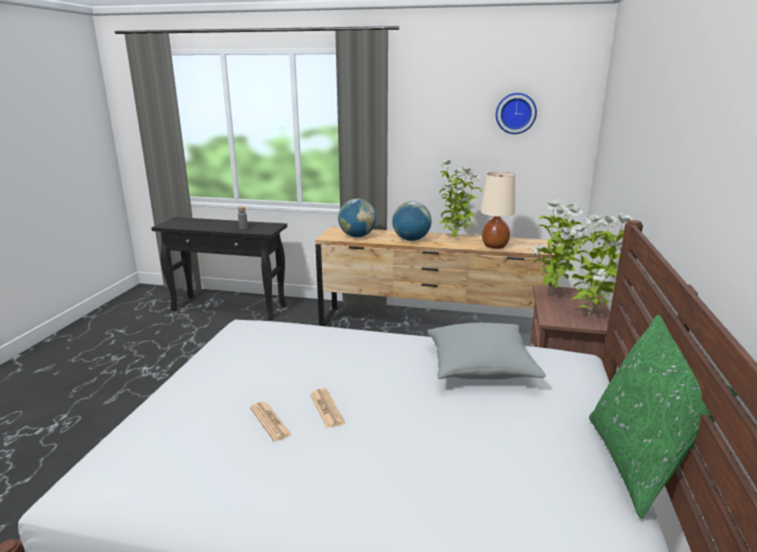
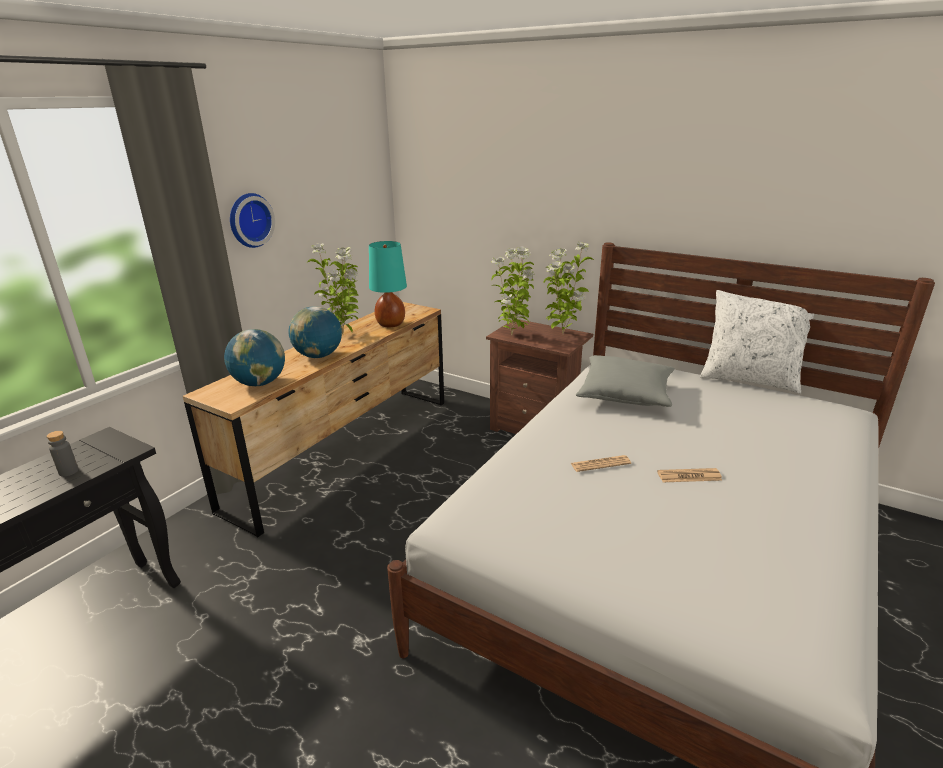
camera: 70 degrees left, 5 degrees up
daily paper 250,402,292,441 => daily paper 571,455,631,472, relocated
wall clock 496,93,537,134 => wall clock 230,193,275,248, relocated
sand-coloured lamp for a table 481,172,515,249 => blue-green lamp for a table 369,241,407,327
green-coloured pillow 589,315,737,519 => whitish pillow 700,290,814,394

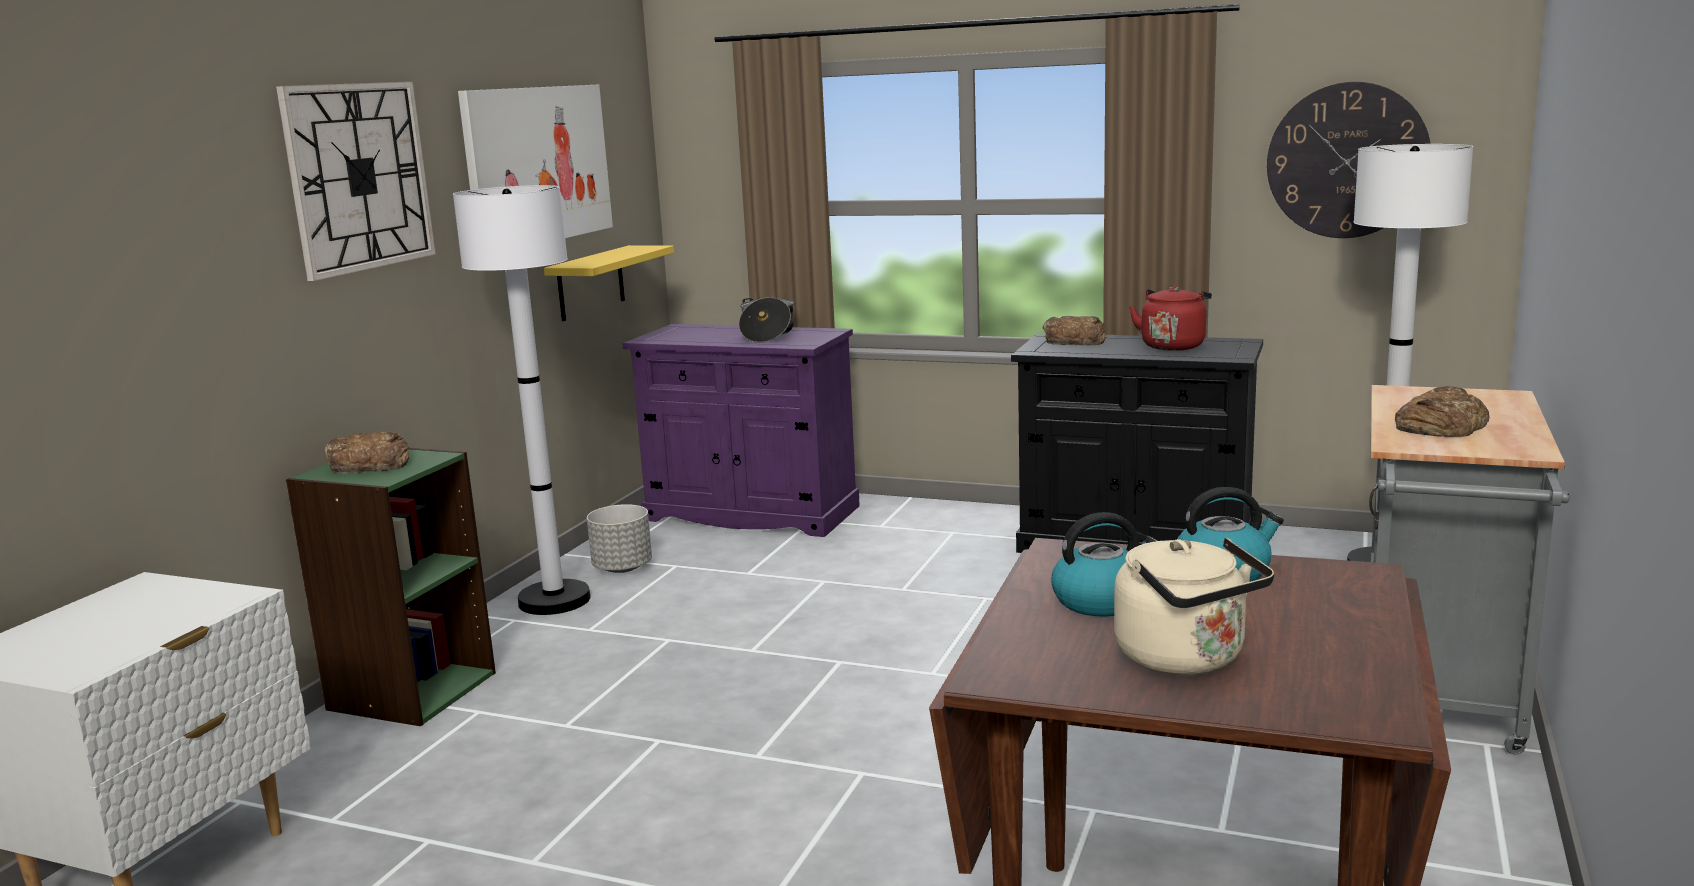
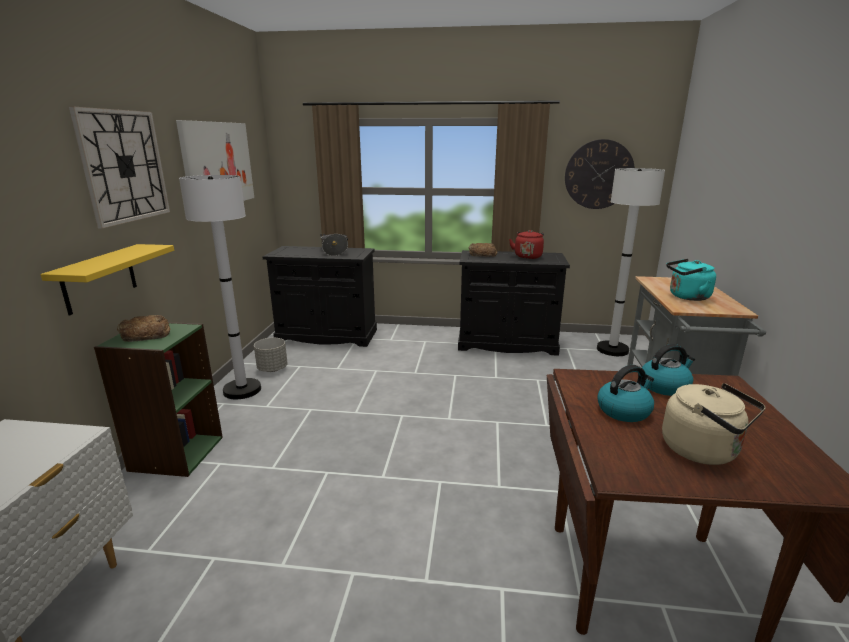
camera: 15 degrees left, 5 degrees up
yellowish wall shelf 544,245,674,321 => yellowish wall shelf 40,244,174,315, relocated
baked bread 1395,386,1489,437 => blue-green tea kettle 666,259,716,301
purplish cupboard 622,324,860,537 => black-coloured cupboard 263,246,377,347

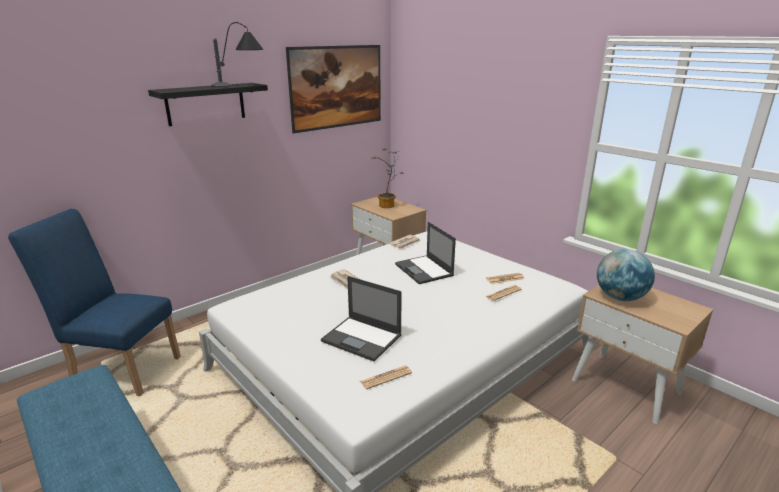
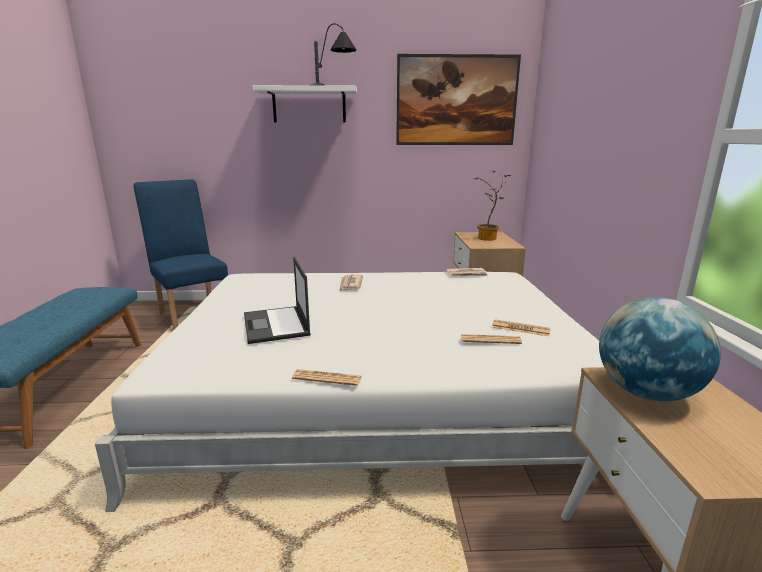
camera: 40 degrees right, 5 degrees down
laptop 395,222,456,284 => nothing
daily paper 360,365,412,389 => daily paper 292,369,362,386, relocated
black-coloured wall shelf 148,83,268,126 => whitish wall shelf 253,85,357,123

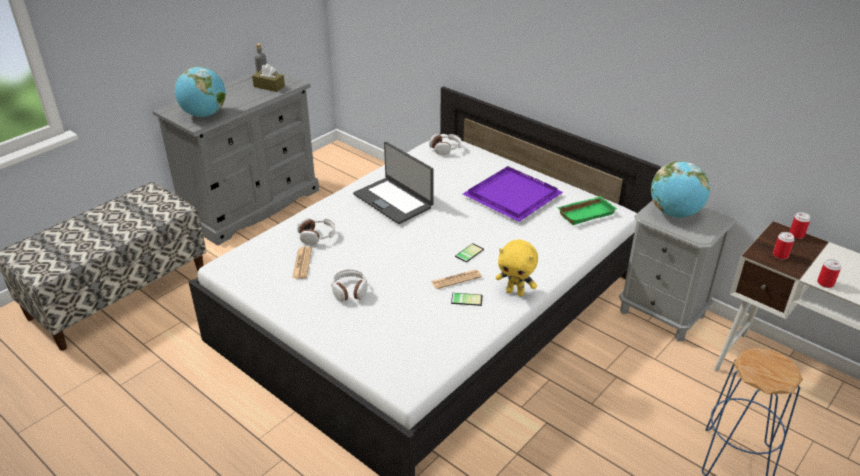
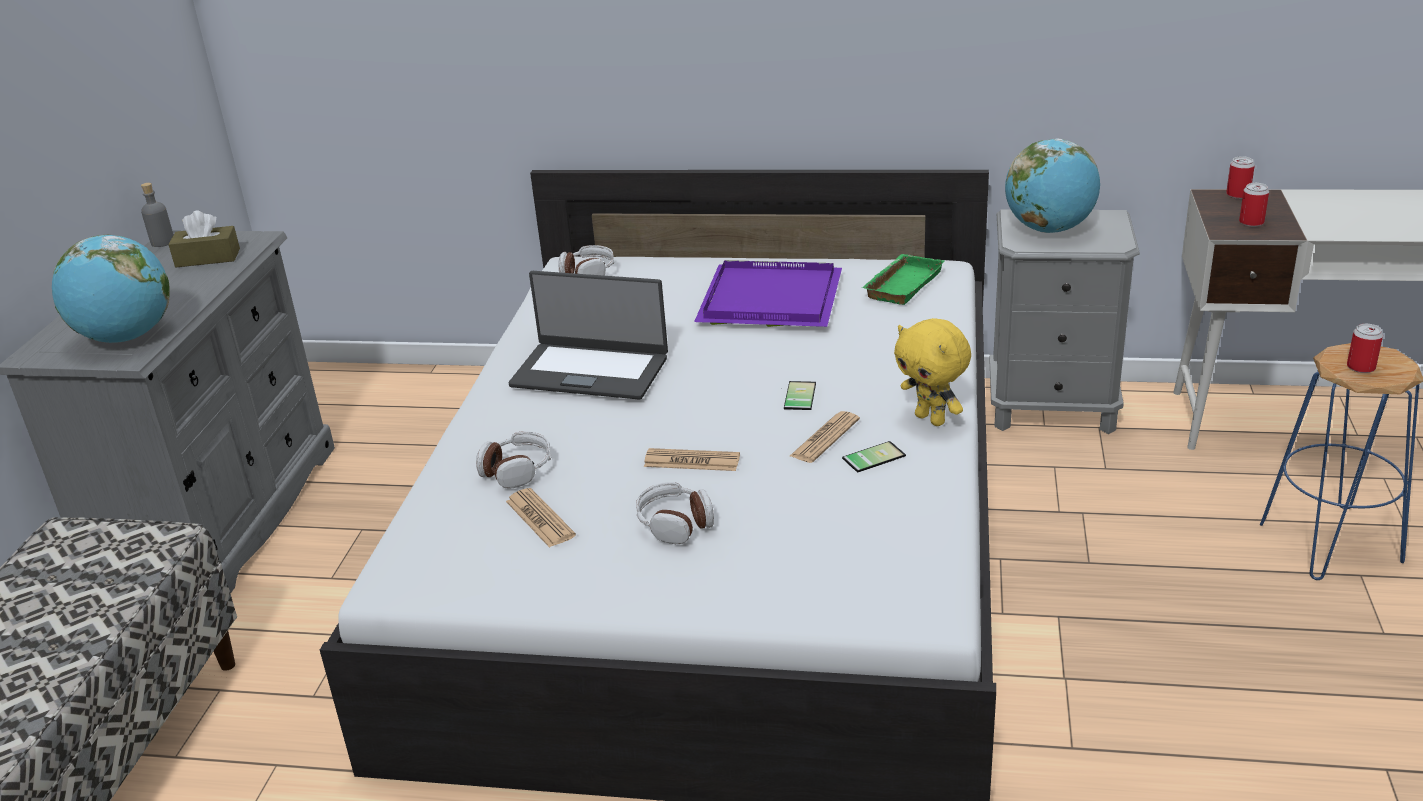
camera: 30 degrees left, 5 degrees down
nothing => daily paper 644,448,740,471
can 817,259,841,288 => can 1347,324,1383,373, relocated
yellowish plush toy 495,240,538,296 => yellowish plush toy 894,318,971,426, 60 degrees clockwise

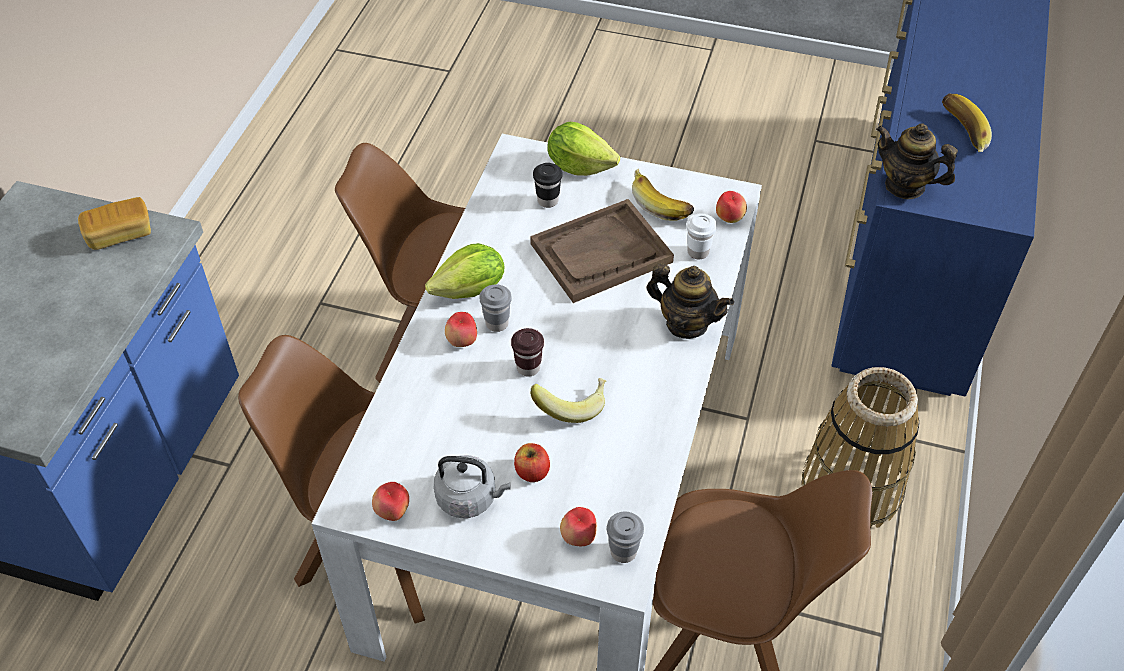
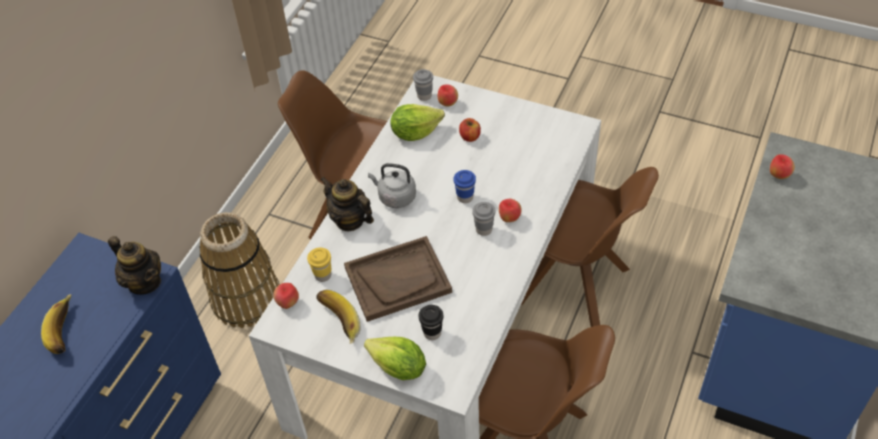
camera: 170 degrees left, 0 degrees up
baked bread 78,197,151,250 => nothing
banana 531,378,606,423 => nothing
apple fruit 372,482,409,521 => apple fruit 770,154,795,179, relocated
head of lettuce 425,243,504,299 => head of lettuce 390,104,445,141, relocated
gray tea kettle 434,455,510,518 => gray tea kettle 368,163,416,208, relocated
brown small cup 511,328,544,377 => blue-coloured small cup 453,170,476,203
whitish small cup 686,214,717,259 => yellowish small cup 307,248,331,282

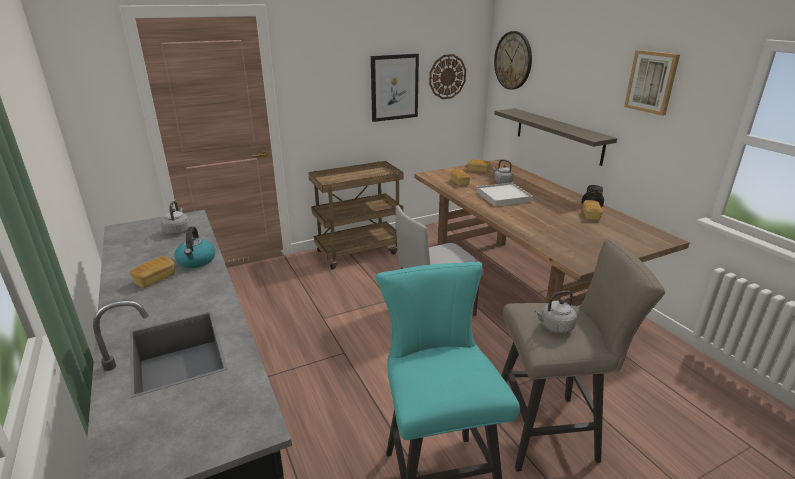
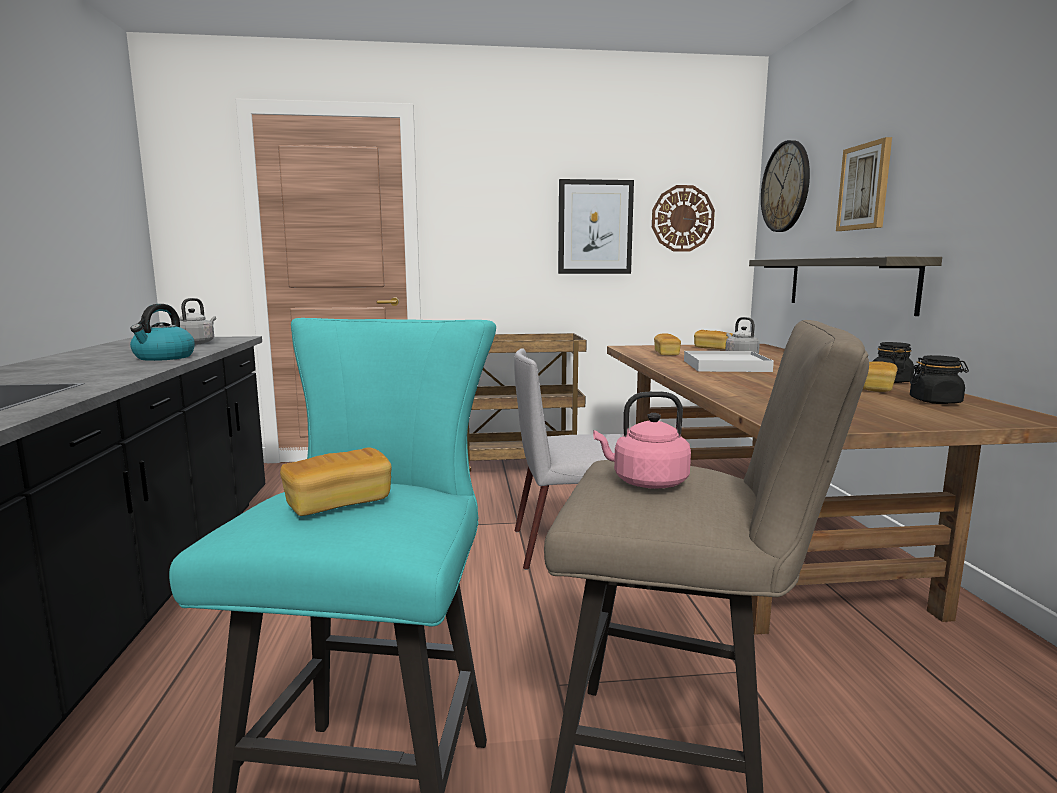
camera: 20 degrees right, 15 degrees down
nothing => black-coloured preserve jar 910,355,969,404
baked bread 130,256,175,288 => baked bread 280,447,392,516, relocated
picture 624,50,680,116 => picture 836,137,892,231, relocated
gray tea kettle 535,290,577,333 => pink tea kettle 593,391,691,489

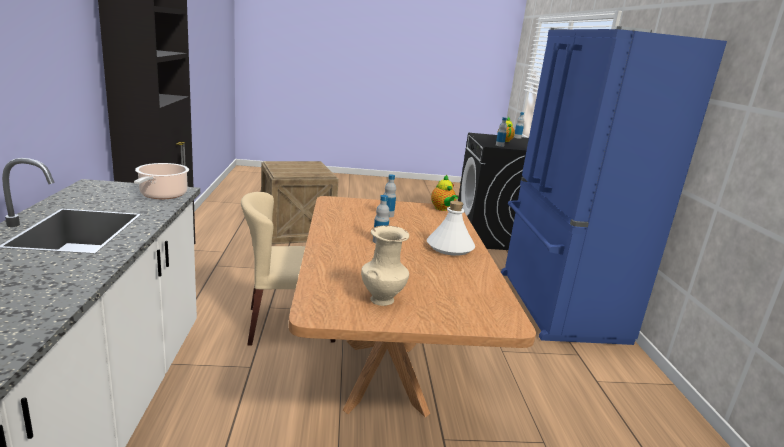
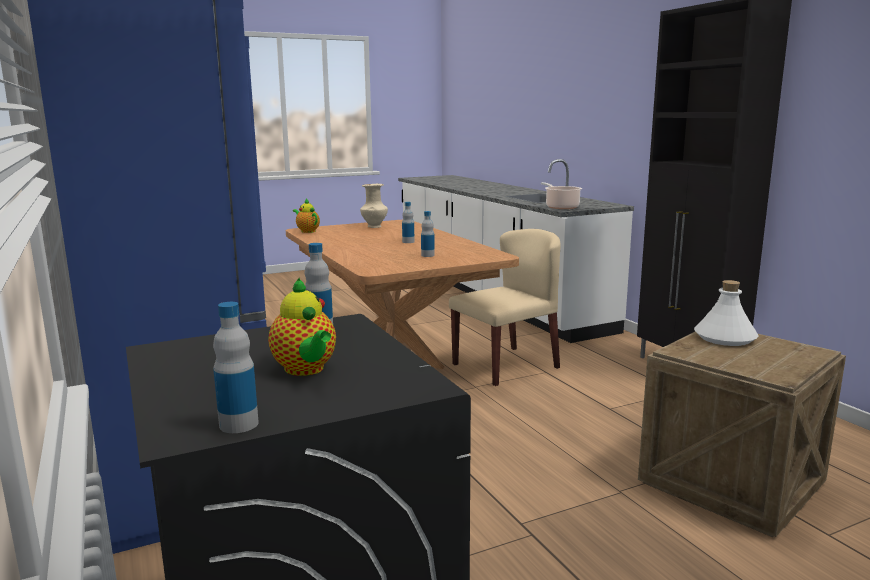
camera: 160 degrees right, 5 degrees down
whitish beverage bottle 427,201,475,256 => whitish beverage bottle 694,280,758,346, relocated
teapot 431,175,458,211 => teapot 293,198,320,233, relocated

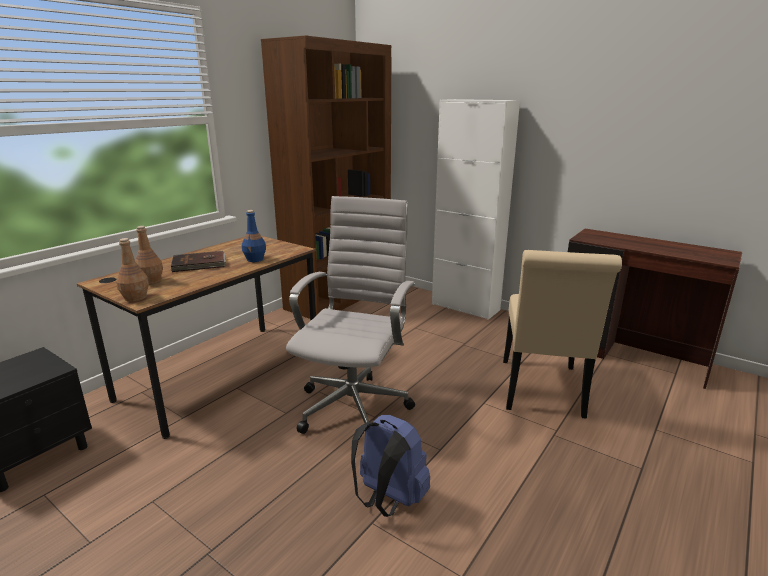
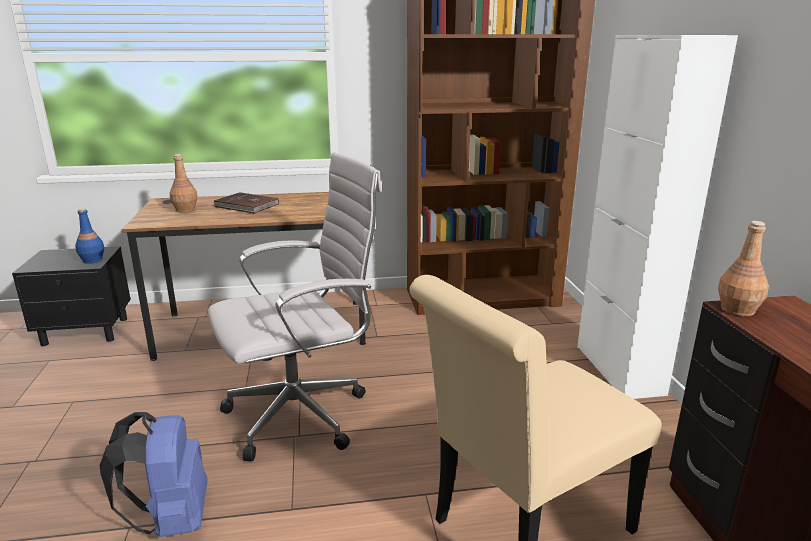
camera: 45 degrees right, 0 degrees up
brown beverage bottle 116,238,149,302 => brown beverage bottle 718,221,769,317, relocated
blue-coloured beverage bottle 242,210,266,262 => blue-coloured beverage bottle 75,208,104,264, relocated

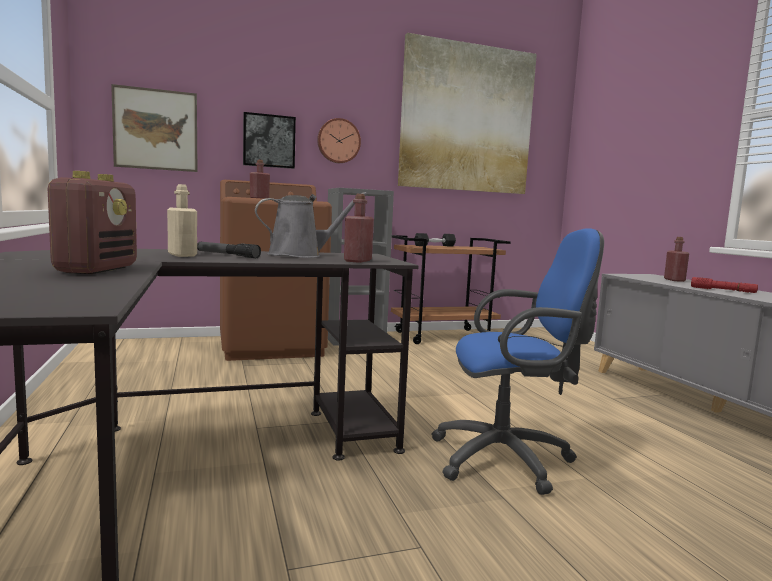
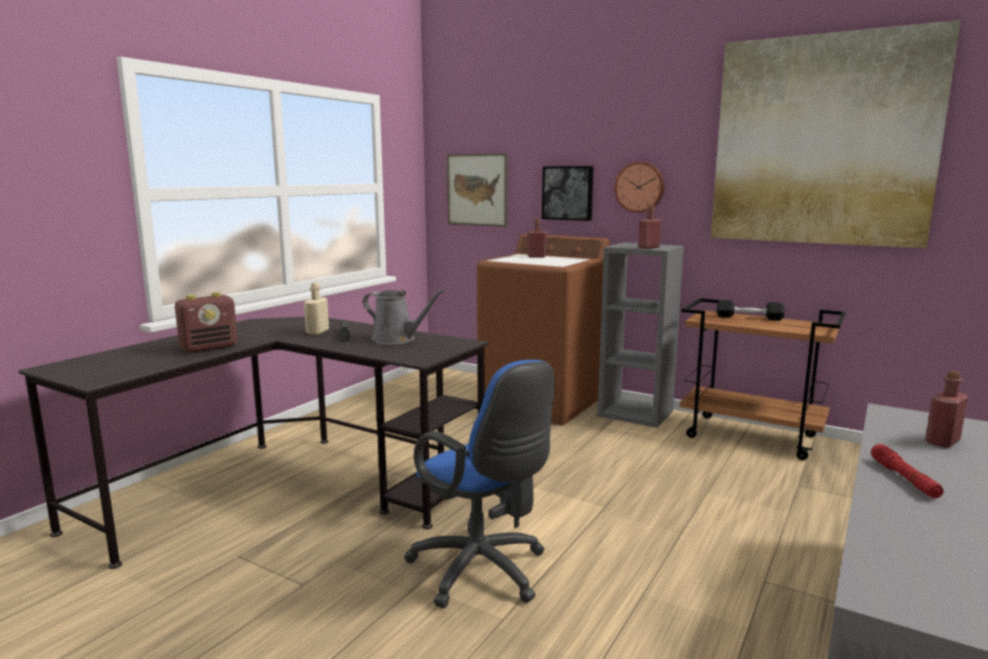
camera: 50 degrees right, 5 degrees up
red-coloured beverage bottle 344,194,374,263 => red-coloured beverage bottle 639,205,662,249, relocated

